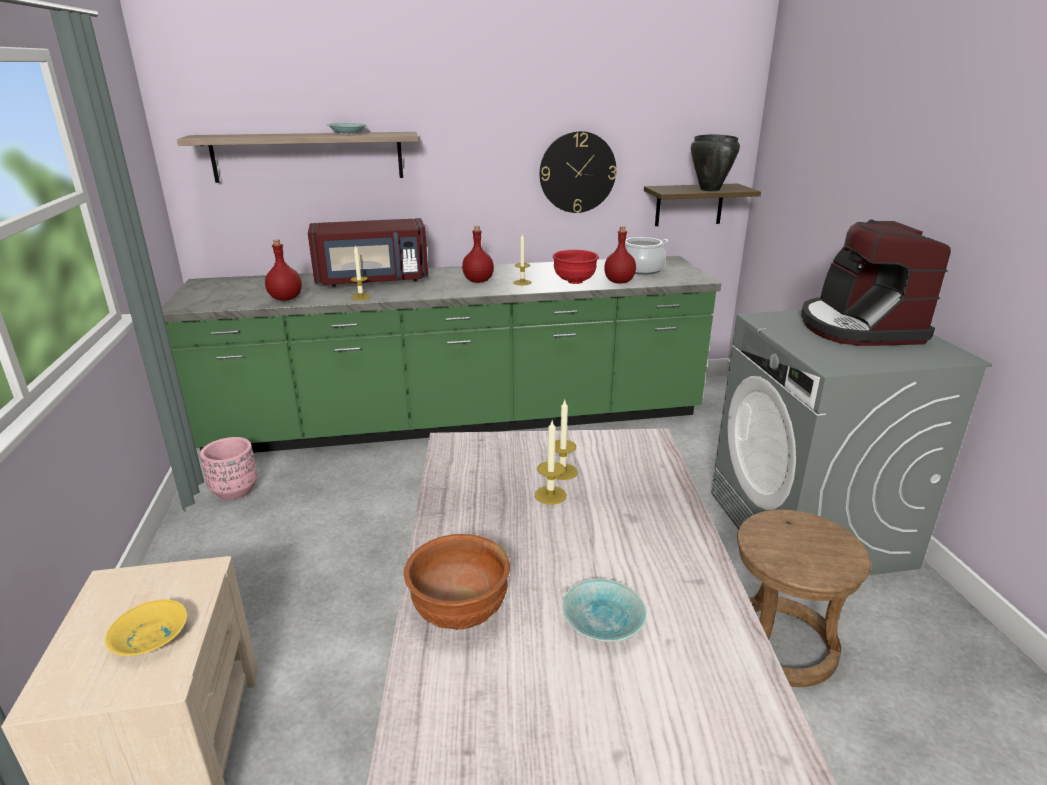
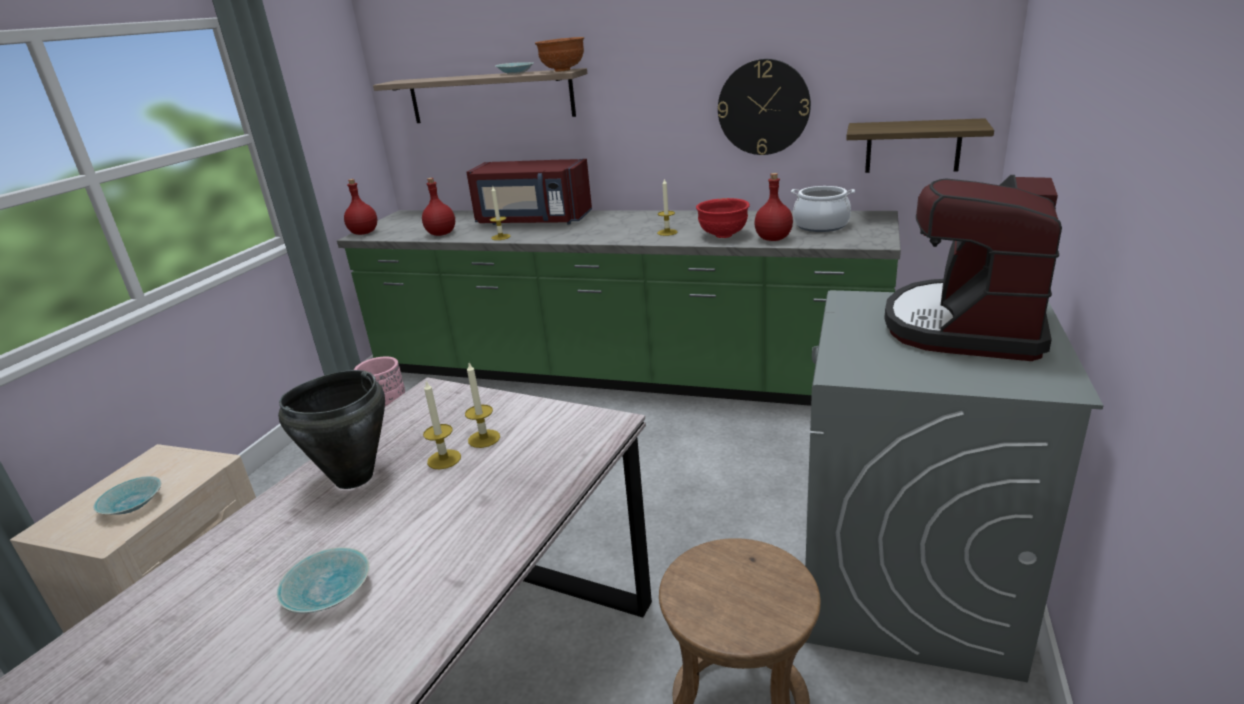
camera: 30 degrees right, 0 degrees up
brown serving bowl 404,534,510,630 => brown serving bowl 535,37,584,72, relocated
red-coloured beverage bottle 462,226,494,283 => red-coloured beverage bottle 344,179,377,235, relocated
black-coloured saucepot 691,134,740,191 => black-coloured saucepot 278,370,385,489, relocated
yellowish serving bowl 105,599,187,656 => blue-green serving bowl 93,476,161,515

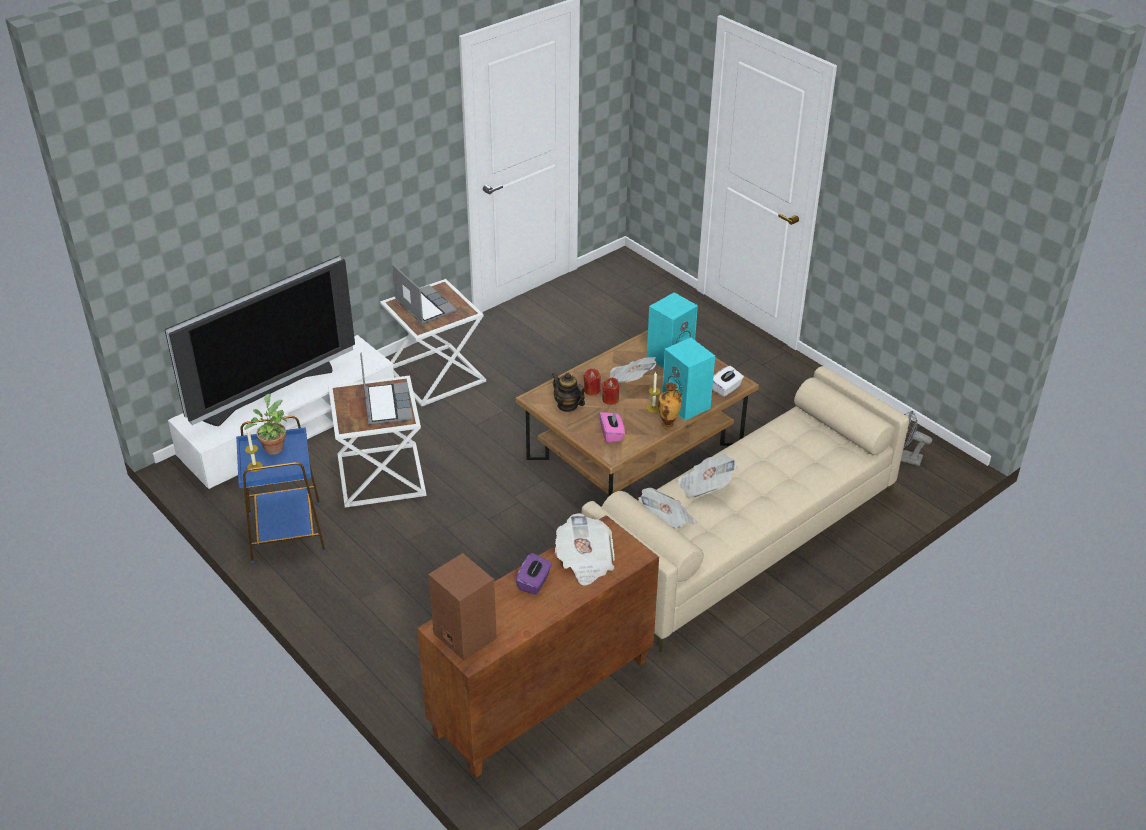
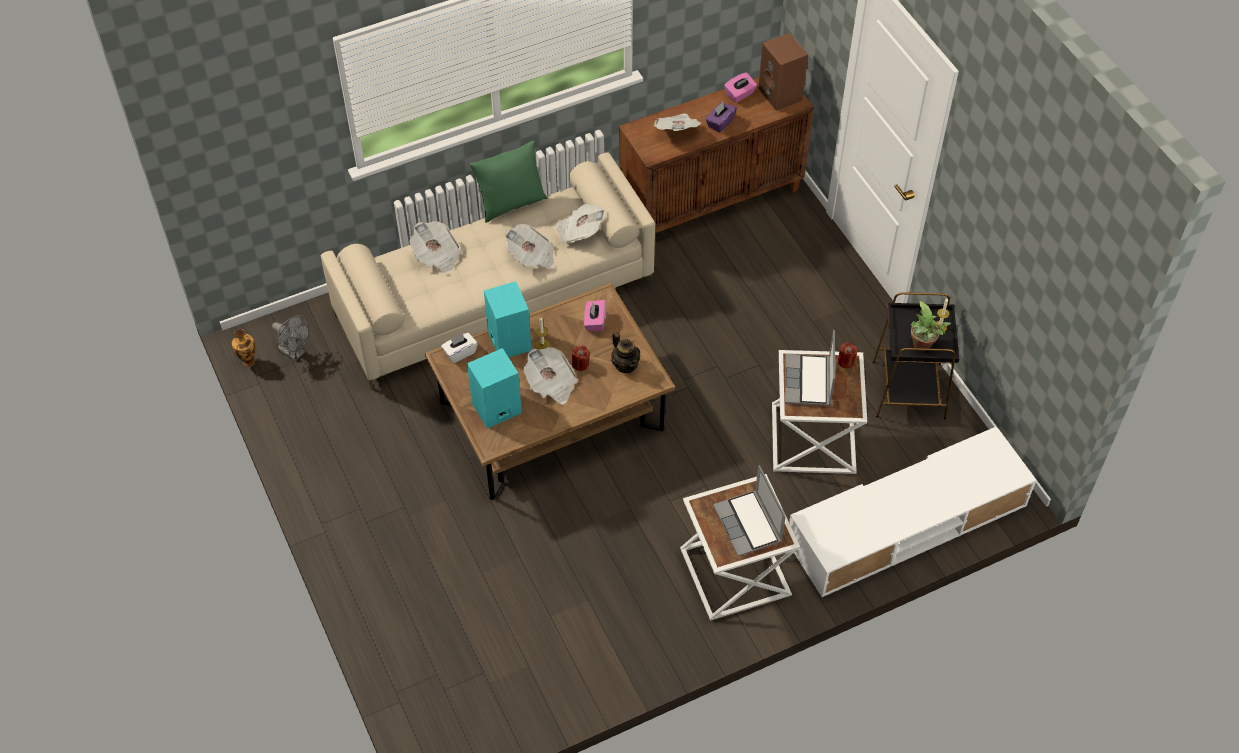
camera: 165 degrees left, 15 degrees up
TV 165,256,355,426 => nothing
nothing => daily paper 409,221,462,274
nothing => green-coloured pillow 470,141,547,223
nothing => pink tissue holder 724,72,757,103
red-coloured candle 583,368,601,395 => red-coloured candle 838,342,857,368, relocated
vase 658,383,682,429 => vase 232,329,255,367, relocated
blue-coloured accent table 236,416,326,563 => black-coloured accent table 873,292,959,420

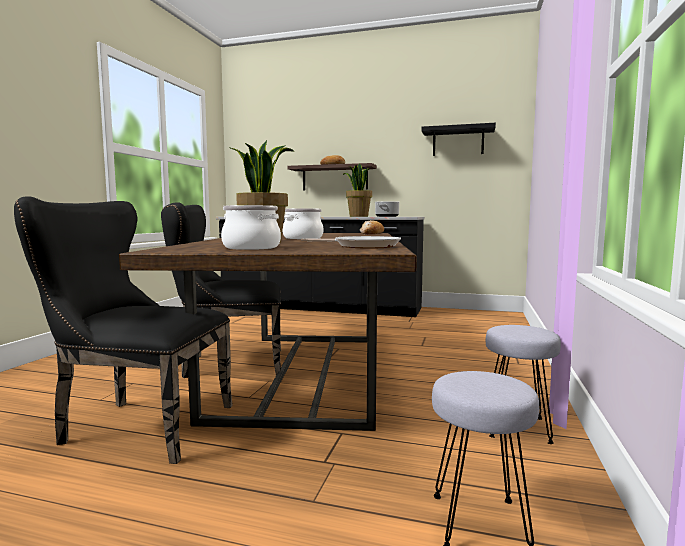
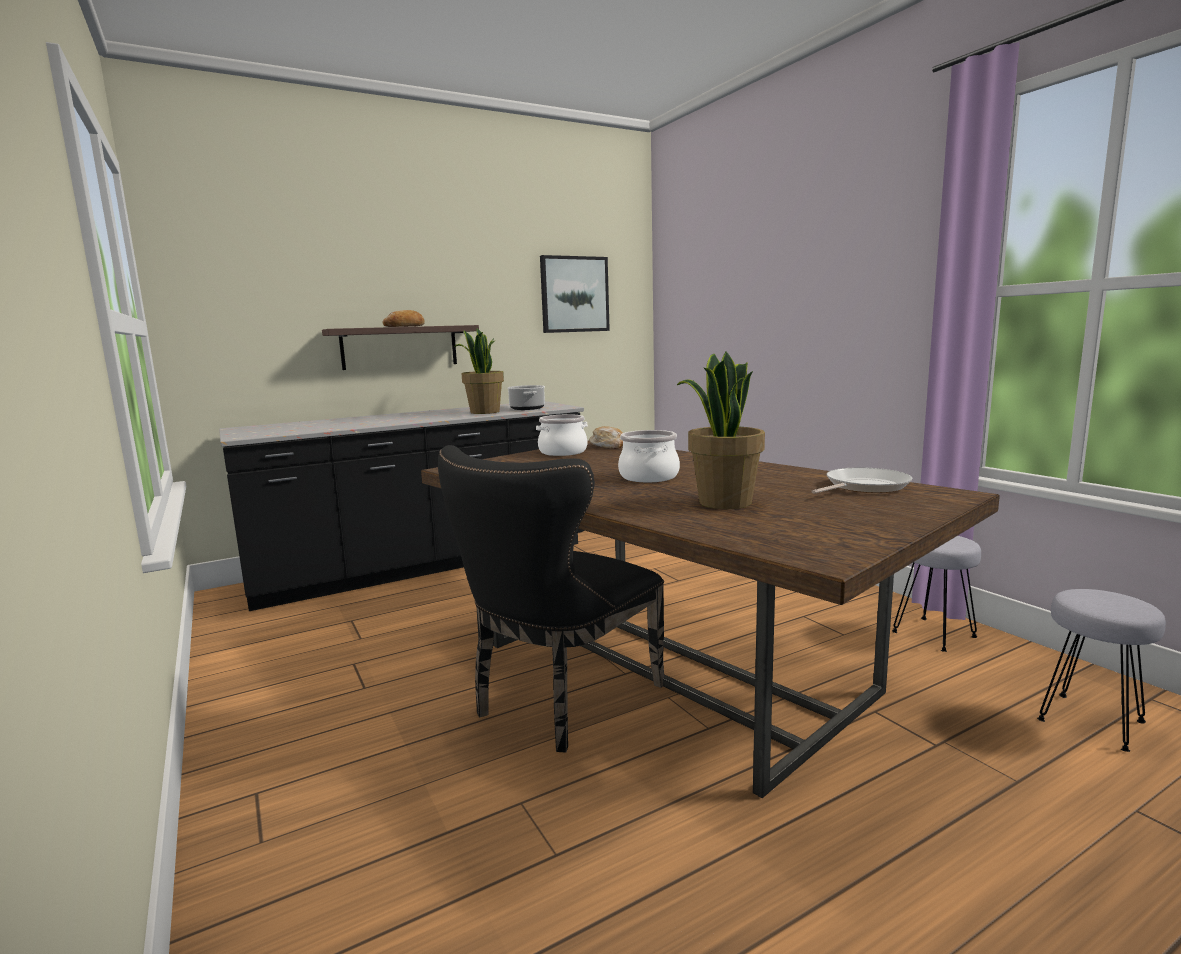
camera: 45 degrees left, 5 degrees up
black-coloured upright chair 14,196,233,464 => nothing
saucepot 221,205,281,250 => saucepot 536,414,588,456, relocated
black-coloured wall shelf 422,123,496,156 => picture 540,255,610,333

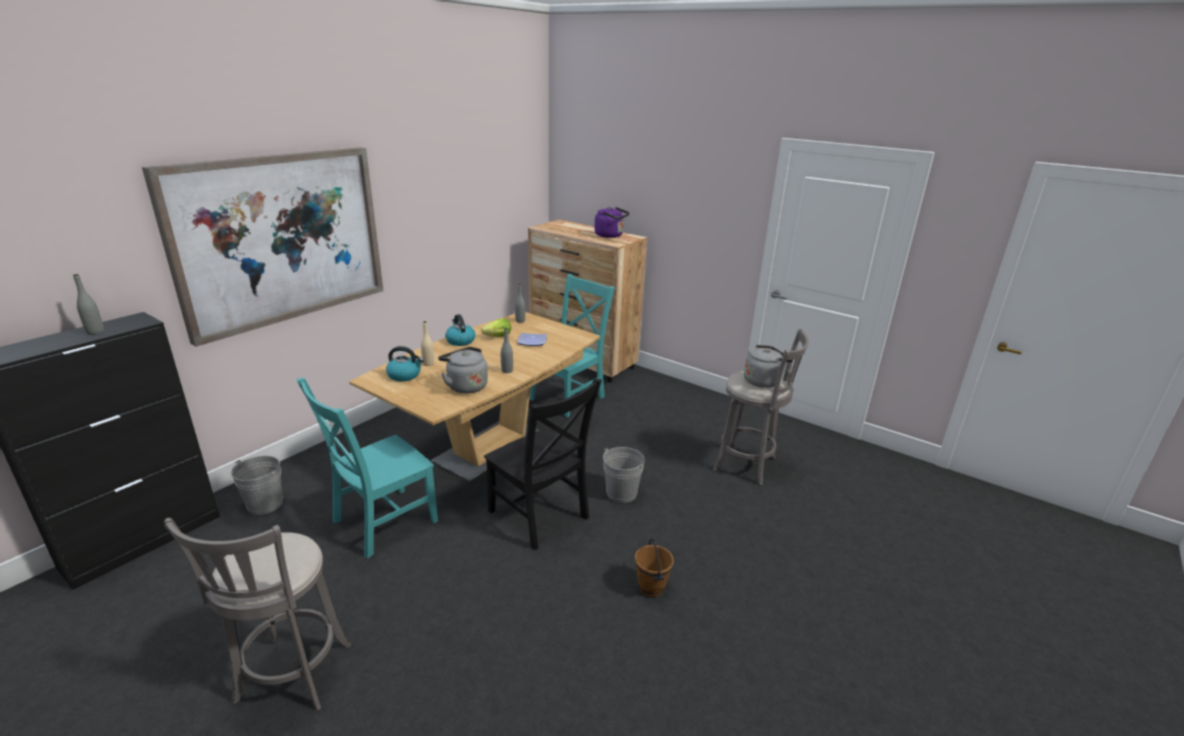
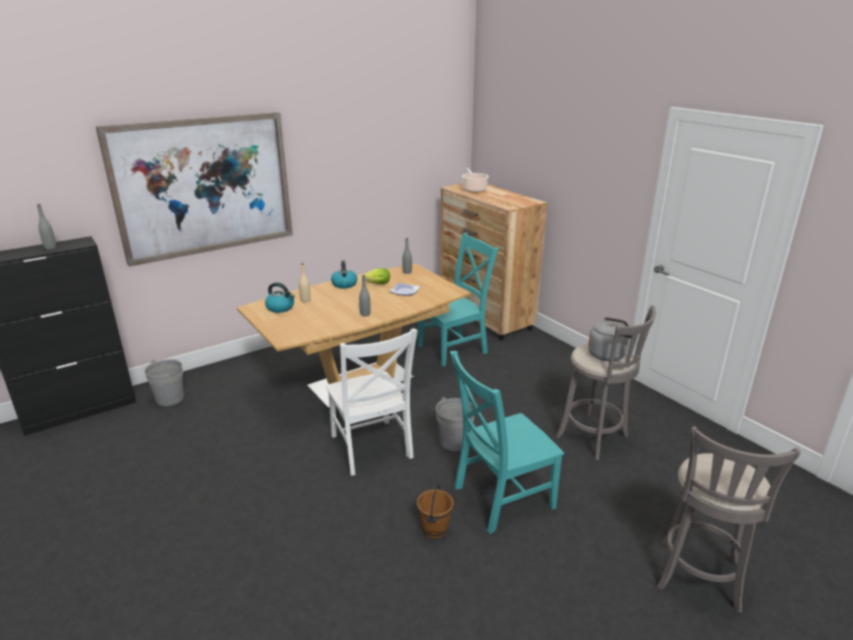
camera: 20 degrees right, 0 degrees up
gray tea kettle 438,347,488,394 => nothing
purplish tea kettle 595,207,630,238 => nothing
nothing => saucepot 462,168,489,193
gray stool seat 164,518,352,711 => gray stool seat 657,426,801,614, relocated
blue-green upright chair 296,378,438,559 => blue-green upright chair 450,351,564,534, relocated
black-coloured upright chair 484,378,602,550 => whitish upright chair 326,328,418,476

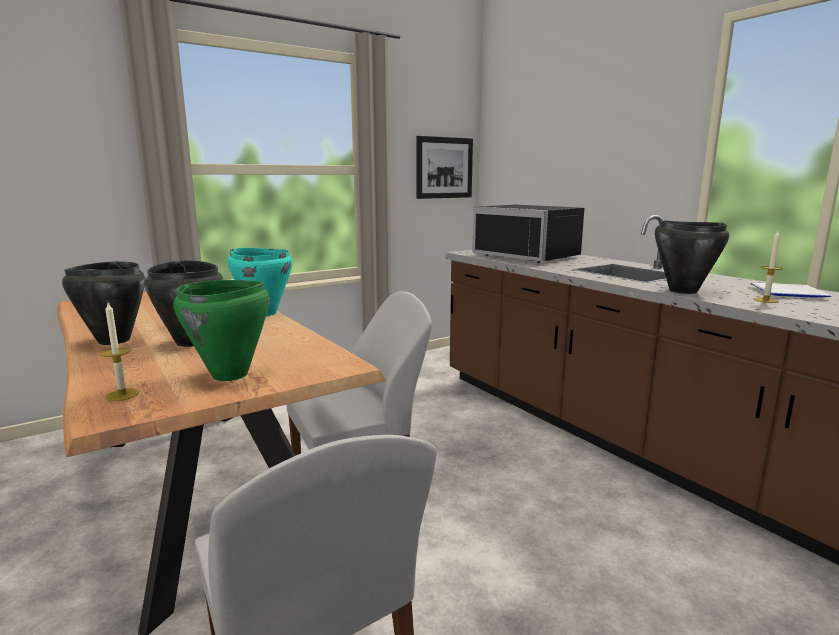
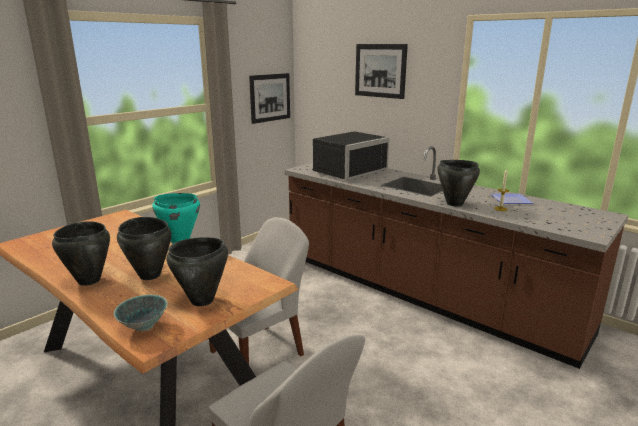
camera: 15 degrees left, 5 degrees up
nothing => picture 355,44,408,99
candle 101,303,139,401 => serving bowl 114,295,168,331
green-coloured saucepot 174,280,270,381 => black-coloured saucepot 167,237,228,306
black-coloured kitchen microwave 472,205,584,263 => black-coloured kitchen microwave 312,131,389,180, 75 degrees counterclockwise

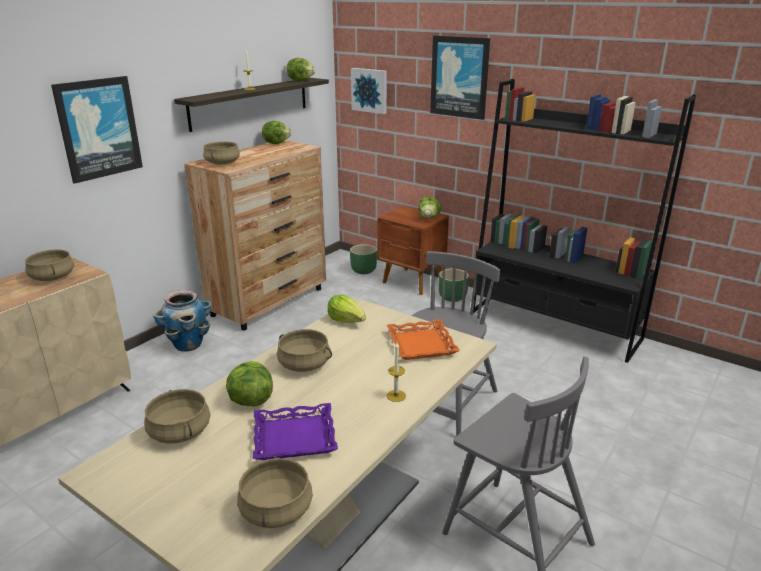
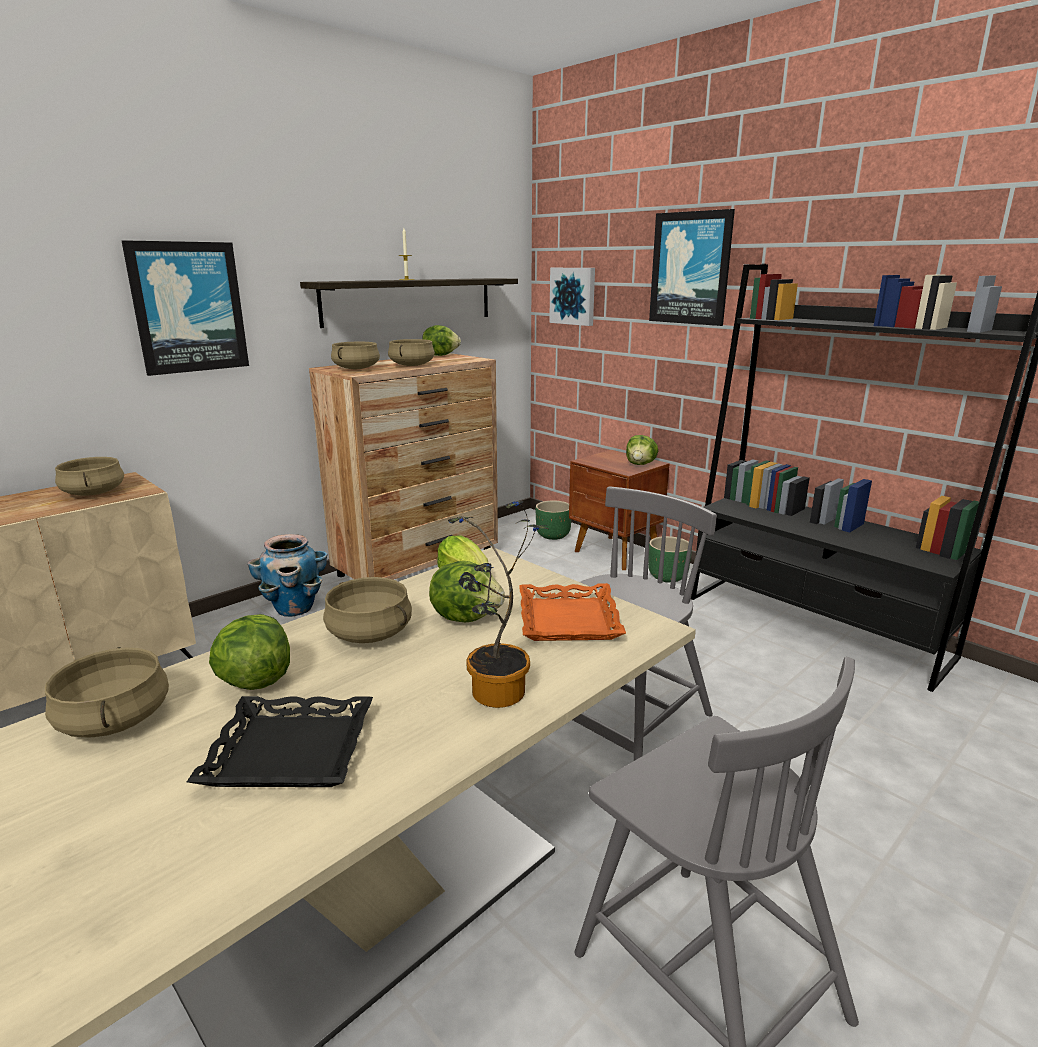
camera: 10 degrees right, 5 degrees down
sand-coloured saucepot 237,456,313,528 => sand-coloured saucepot 388,339,435,366, relocated
head of lettuce 286,58,315,81 => head of lettuce 429,561,505,622, relocated
candle 387,343,406,402 => plant in a pot 448,501,549,708
purplish serving tray 253,403,338,460 => black-coloured serving tray 187,696,373,787

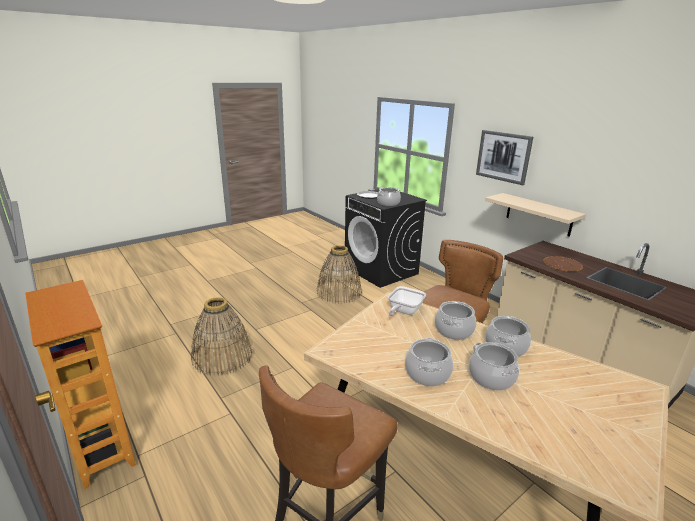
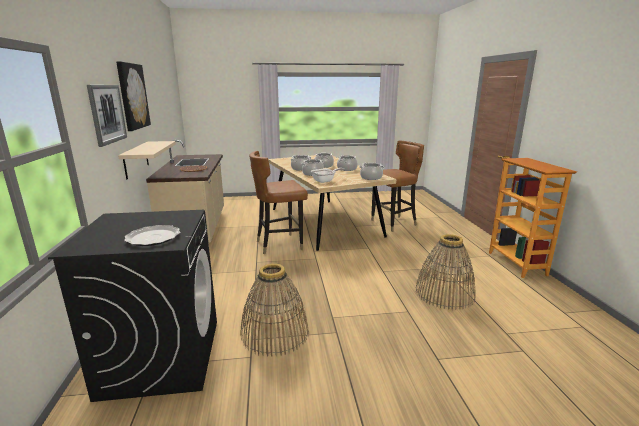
camera: 150 degrees left, 5 degrees down
nothing => picture 116,61,151,131
saucepot 377,187,401,206 => saucepot 359,163,384,180, relocated

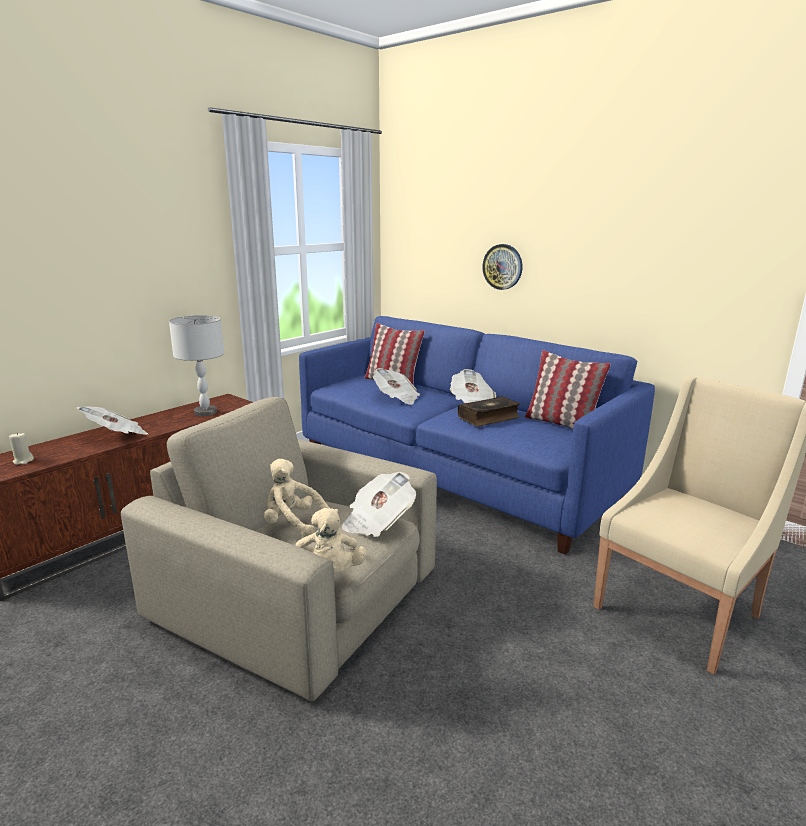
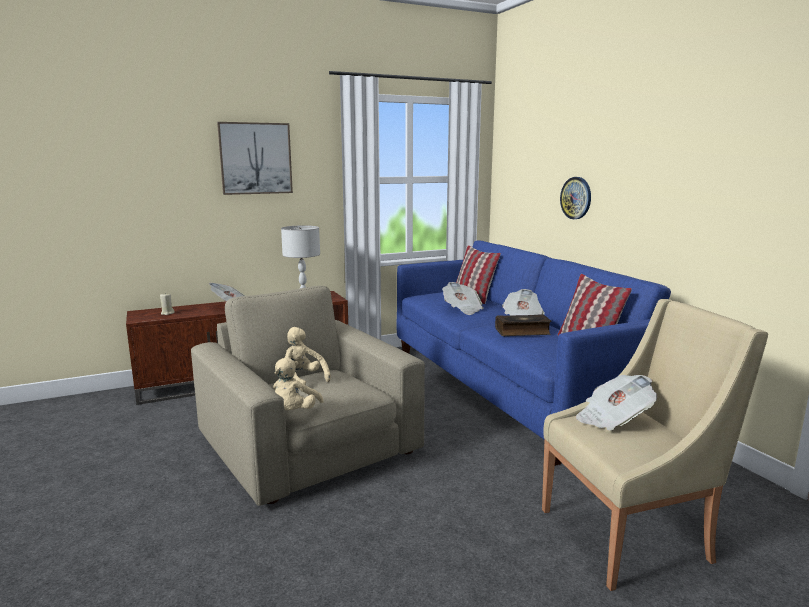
camera: 25 degrees right, 5 degrees down
nothing => picture 217,122,293,195
daily paper 342,472,416,537 => daily paper 576,375,657,431, relocated

